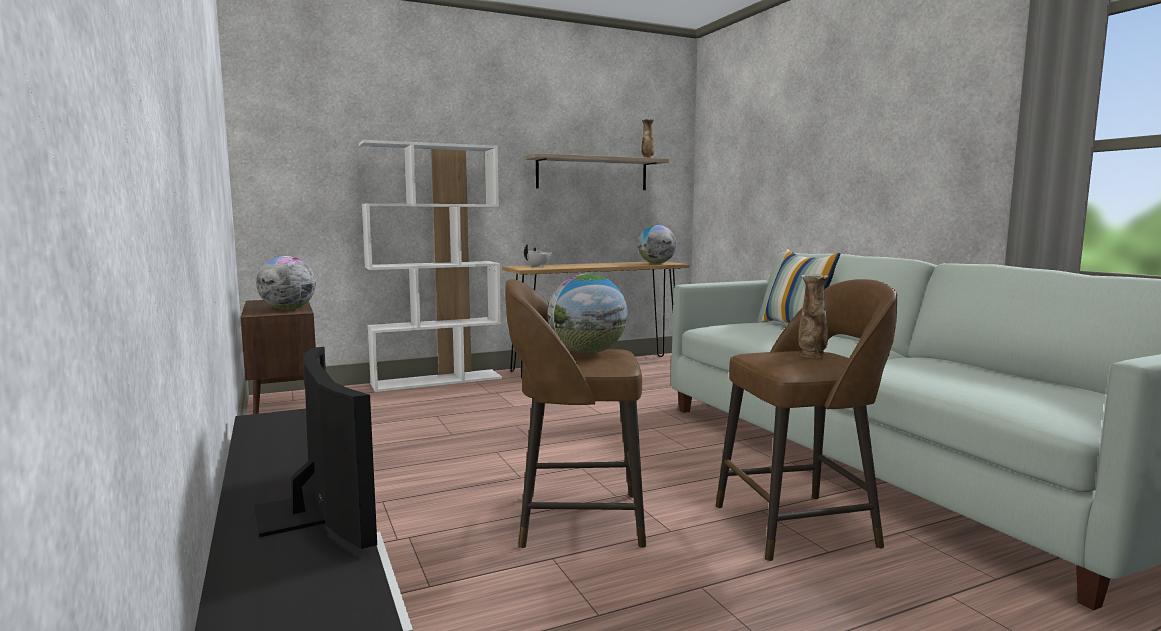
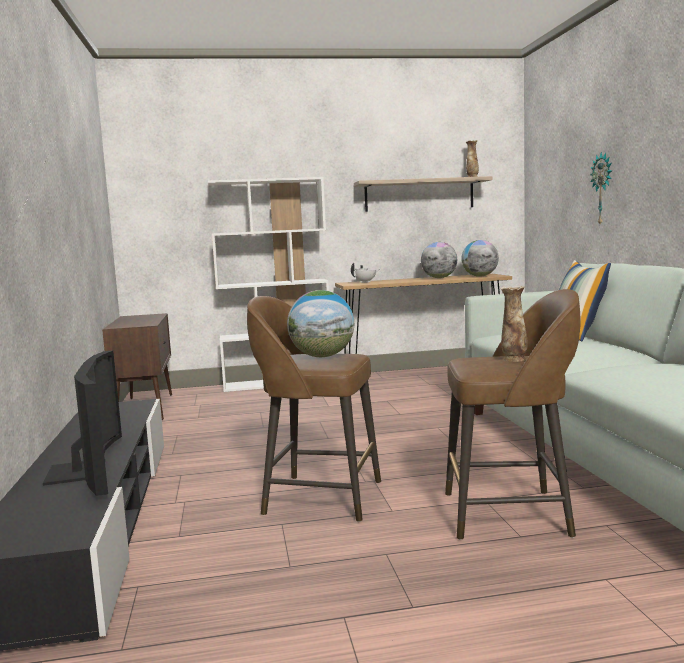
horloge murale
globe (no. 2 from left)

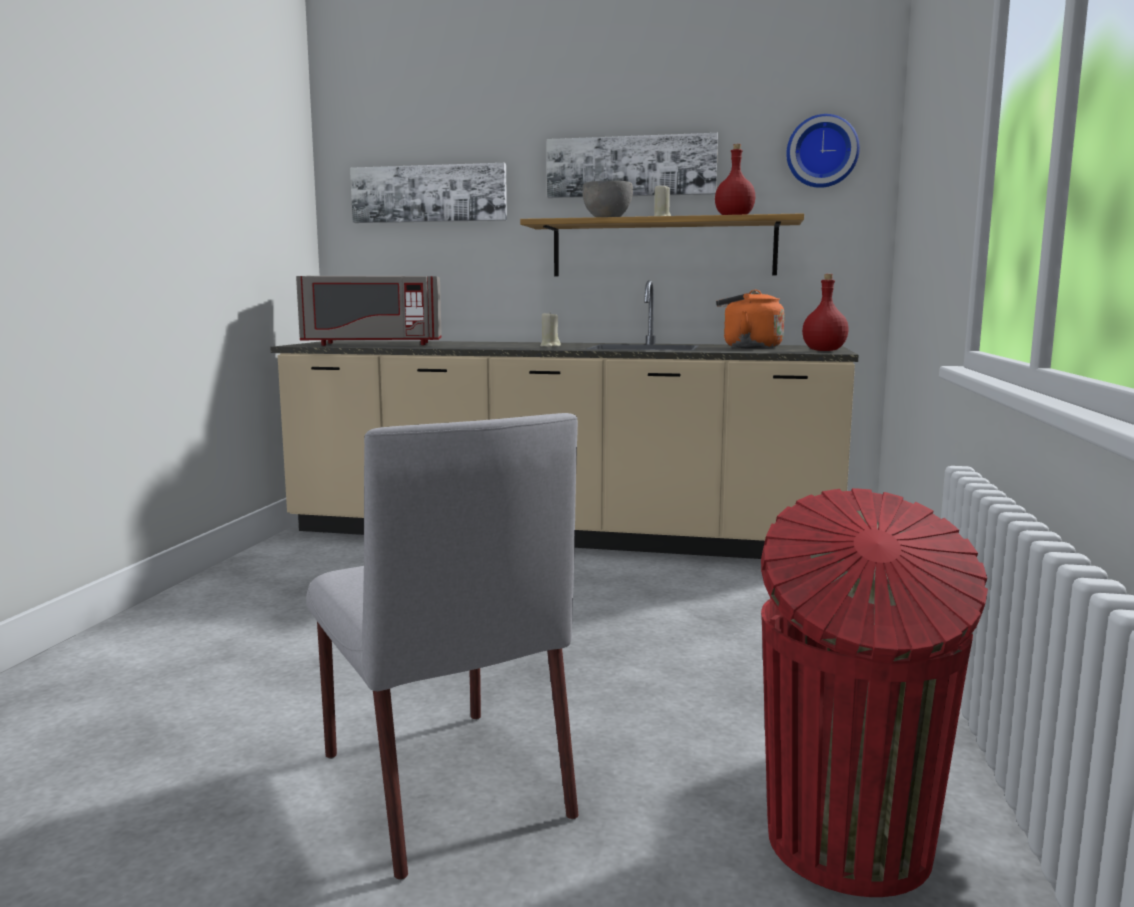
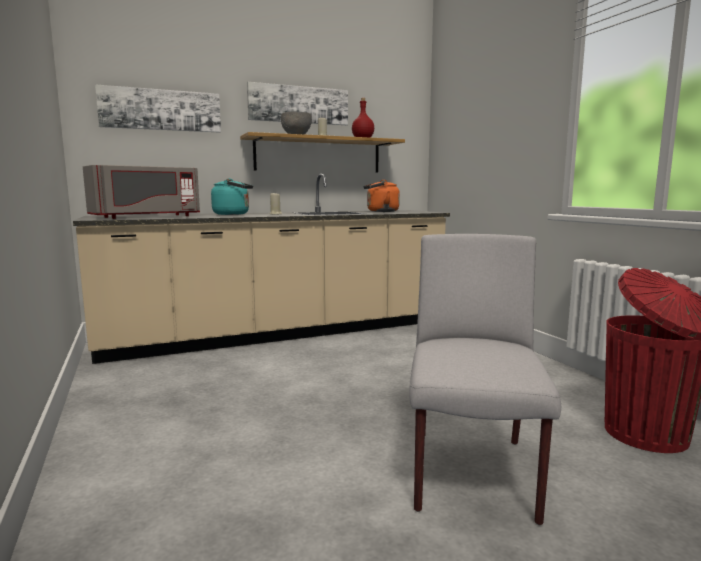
horloge murale
bouteille (rouge) (no. 2 from left in the first image)
bouilloire (turquoise)
chaise (gris)

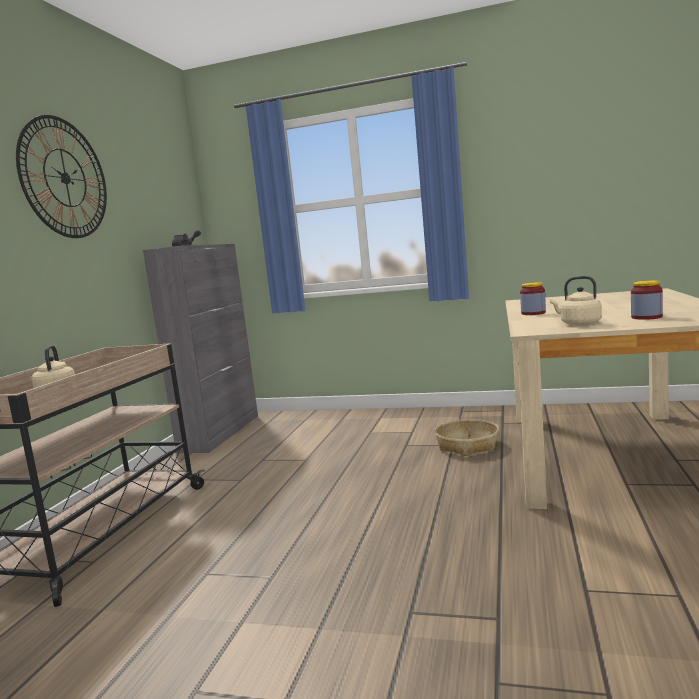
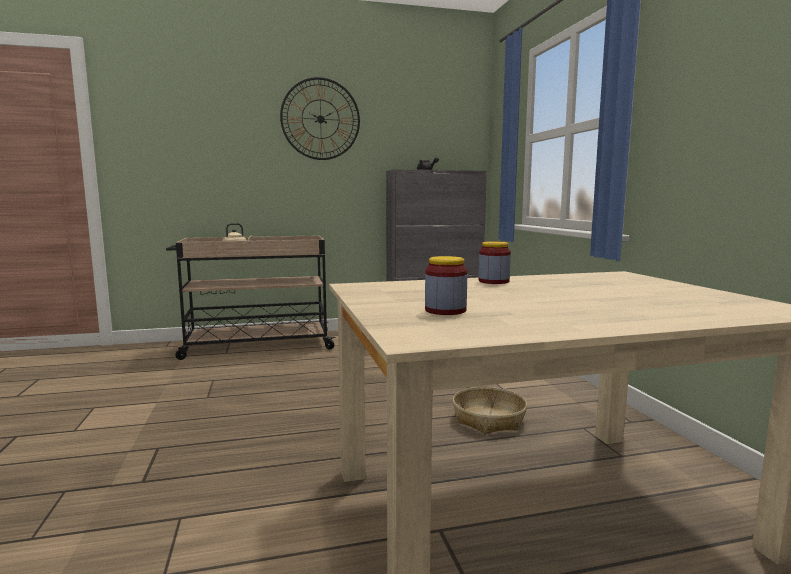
bouilloire (beige) (no. 2 from left in the first image)

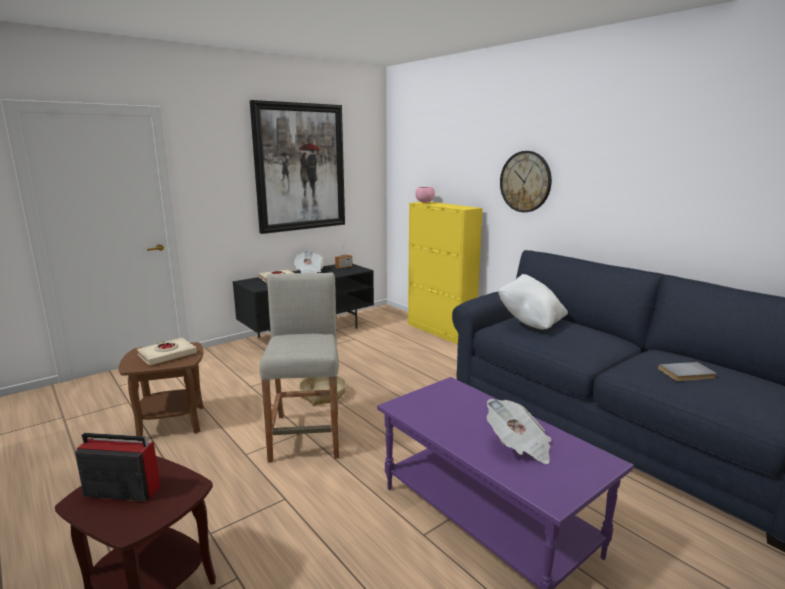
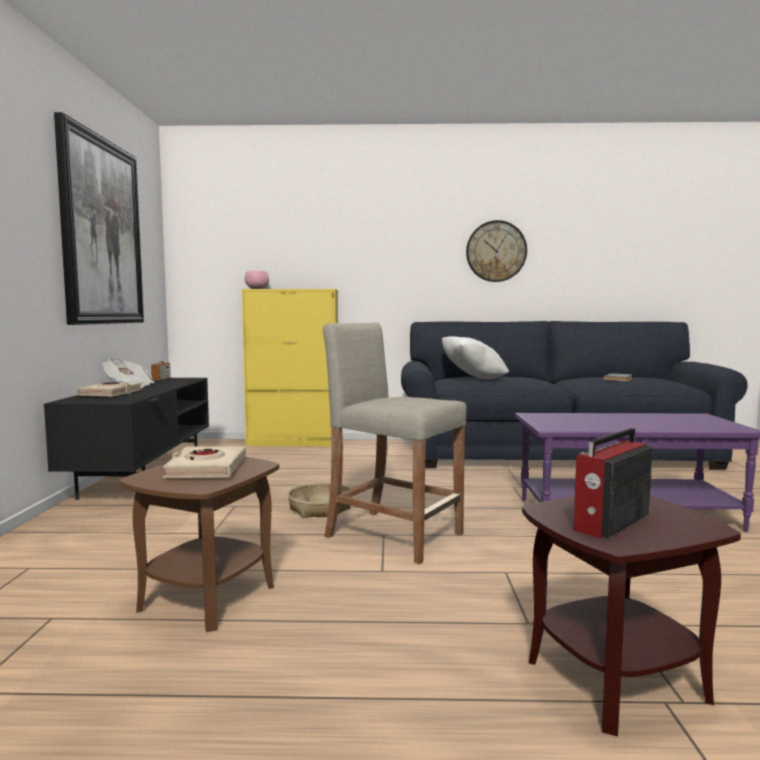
journal (no. 2 from left in the first image)
horloge murale

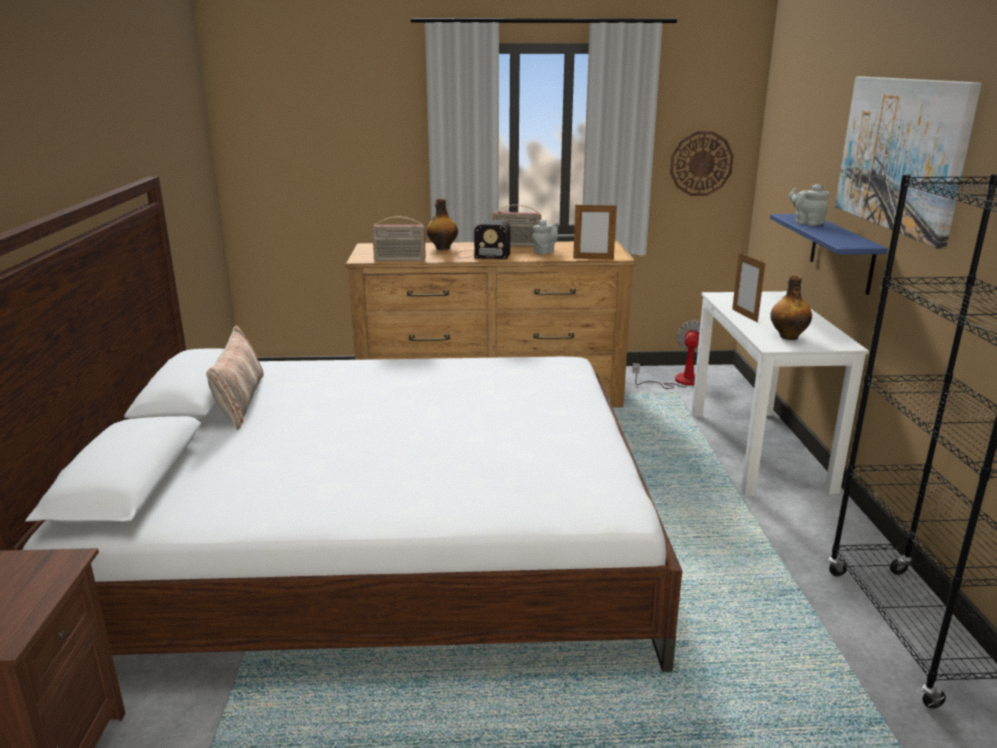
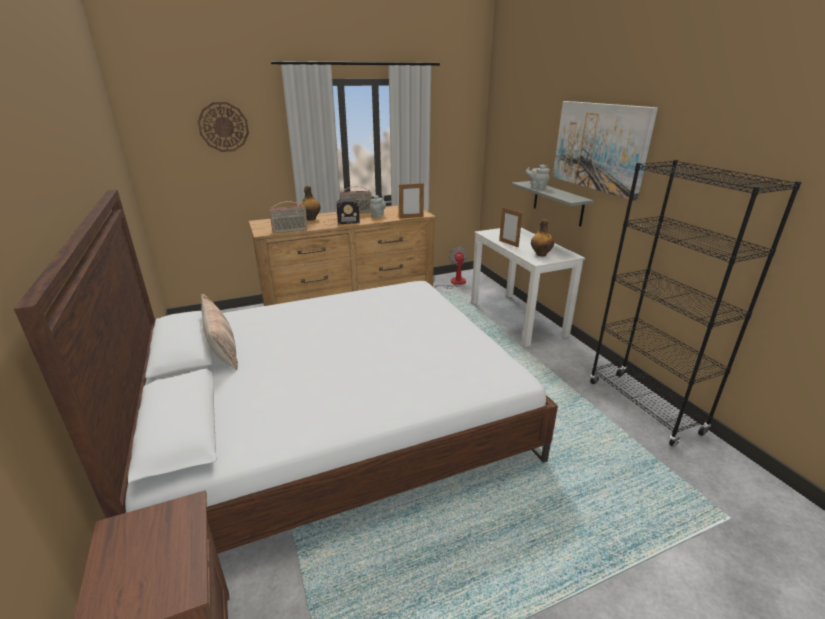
horloge murale
étagère (gris)

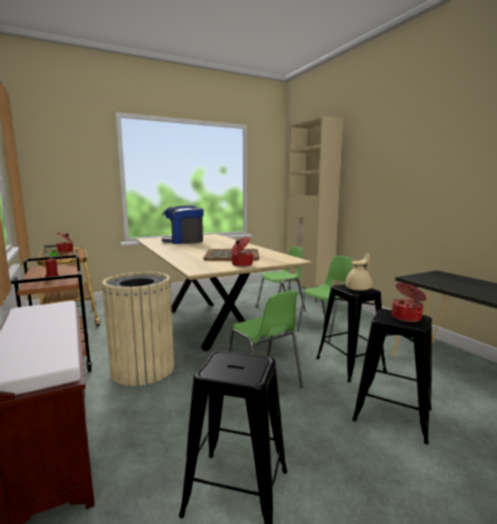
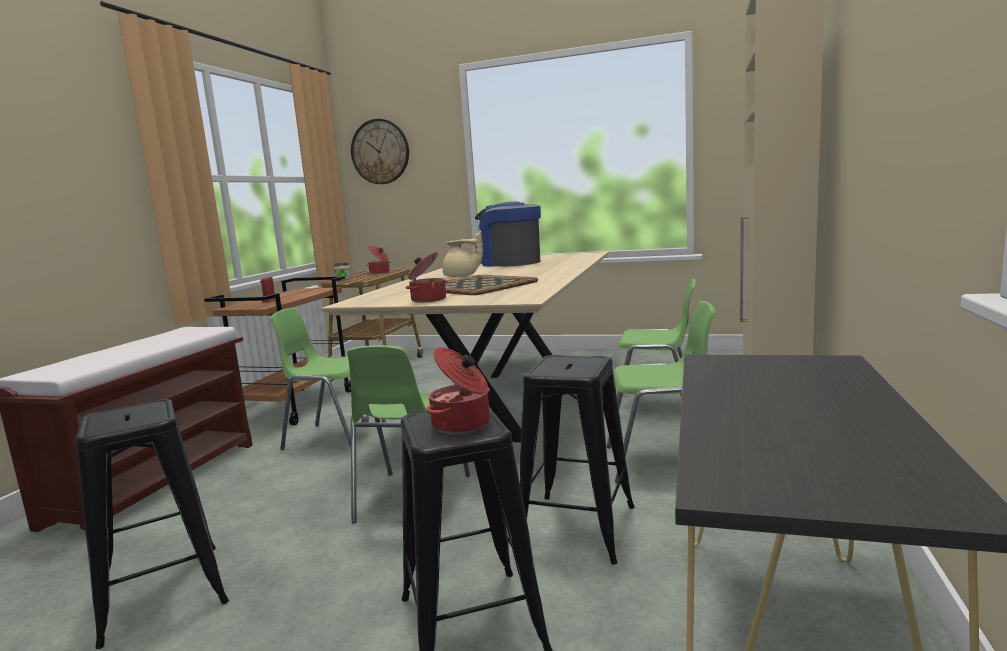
horloge murale
théière (beige)
chaise (vert) (no. 1 from left)

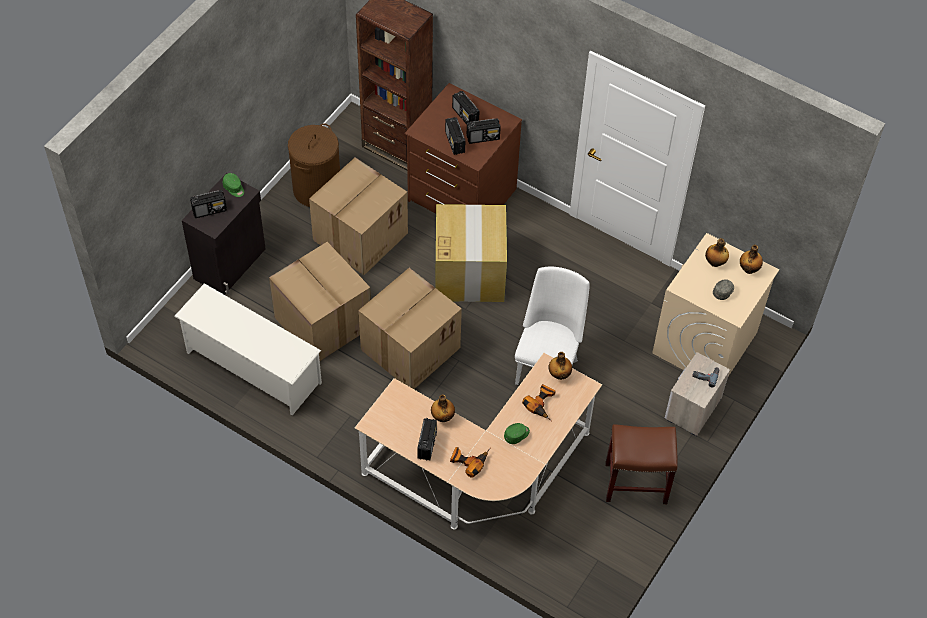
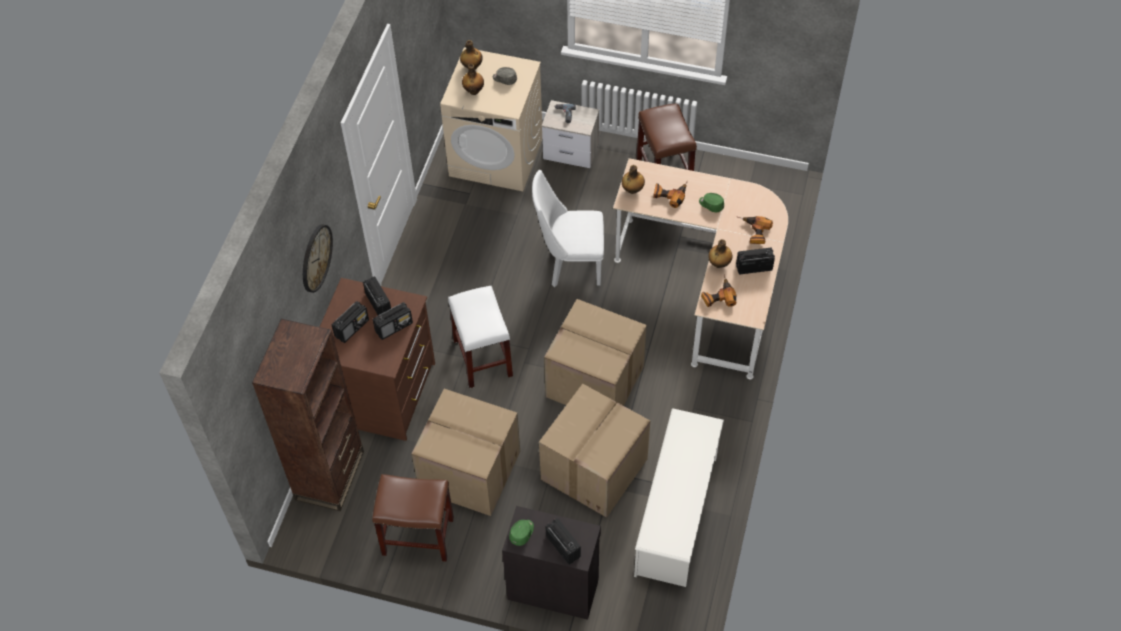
horloge murale
perceuse (no. 3 from left)
tabouret (marron) (no. 1 from left)
tabouret (blanc)

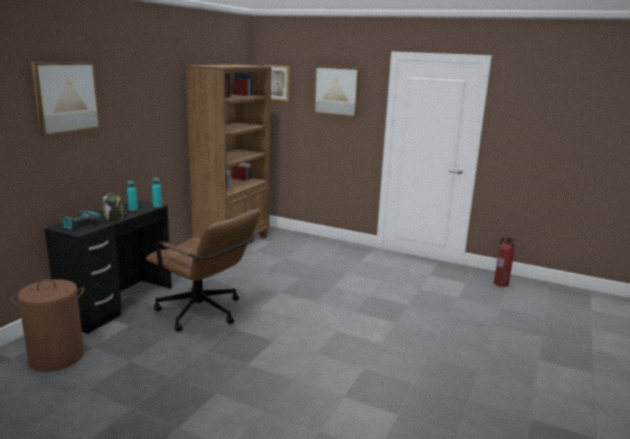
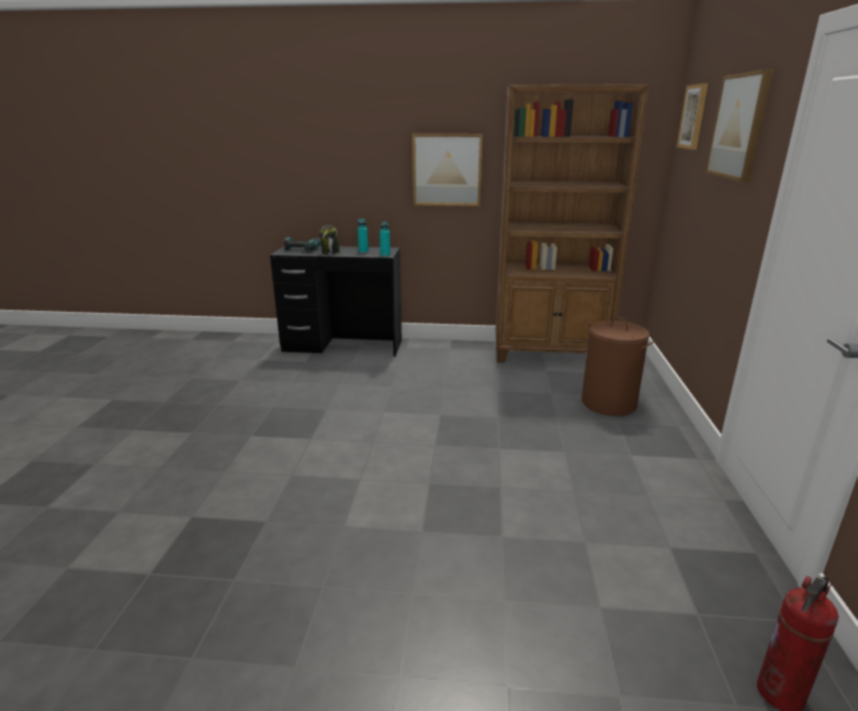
chaise de bureau (marron)
panier à linge (marron)
tableau (no. 1 from left)

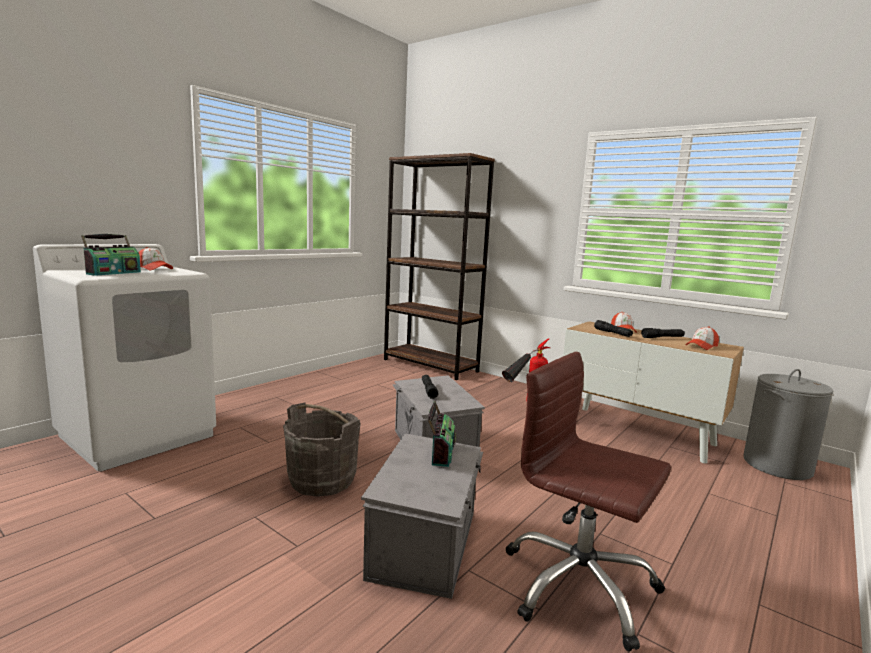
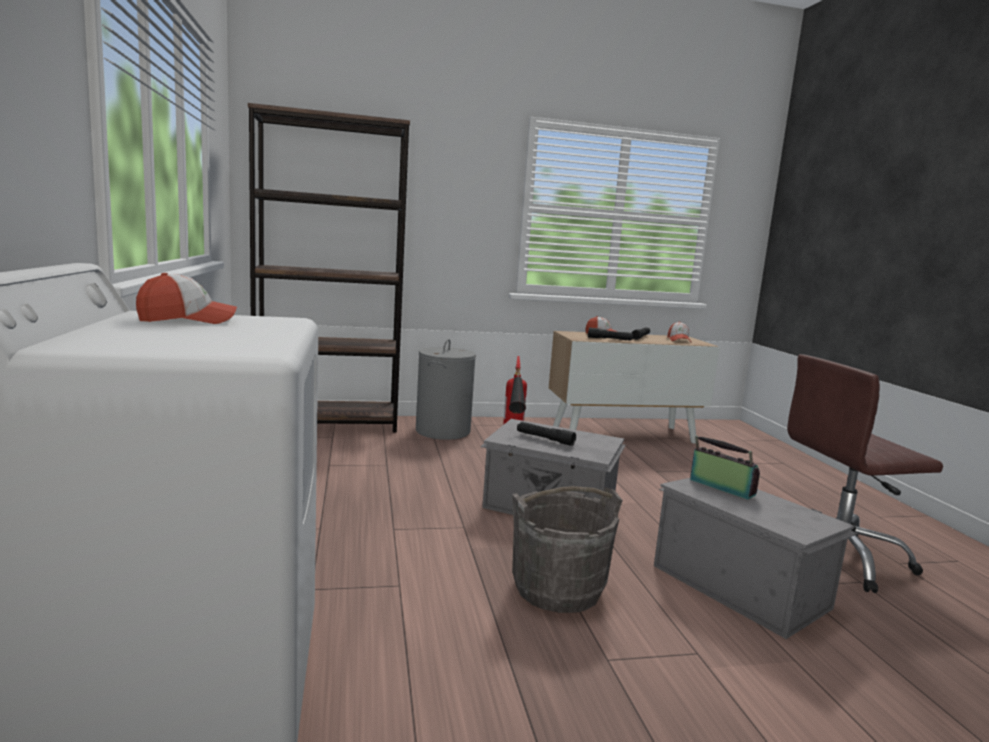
radio (no. 1 from left in the first image)
panier à linge (gris)

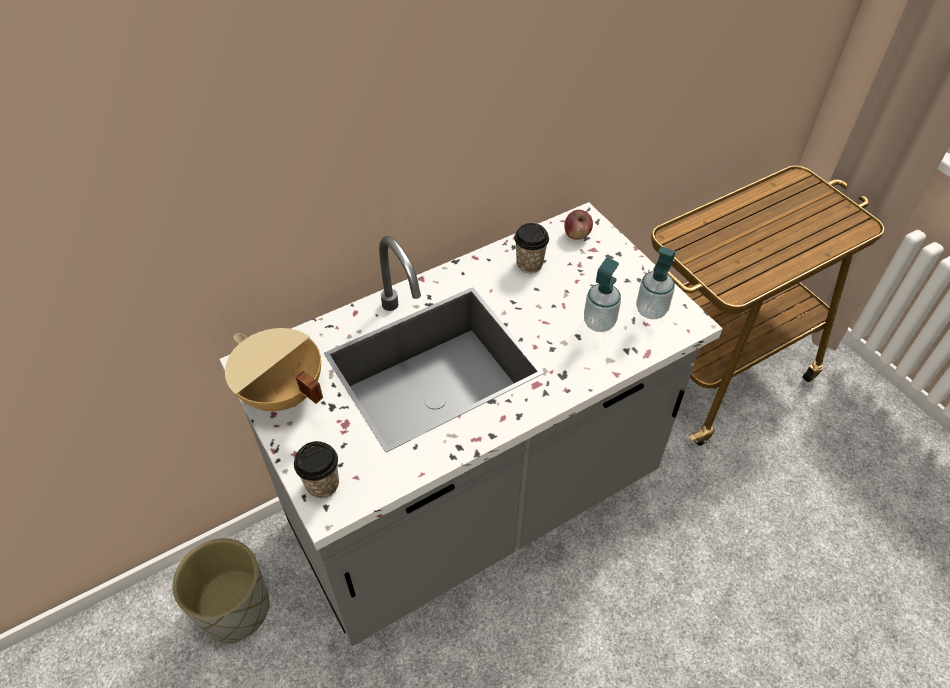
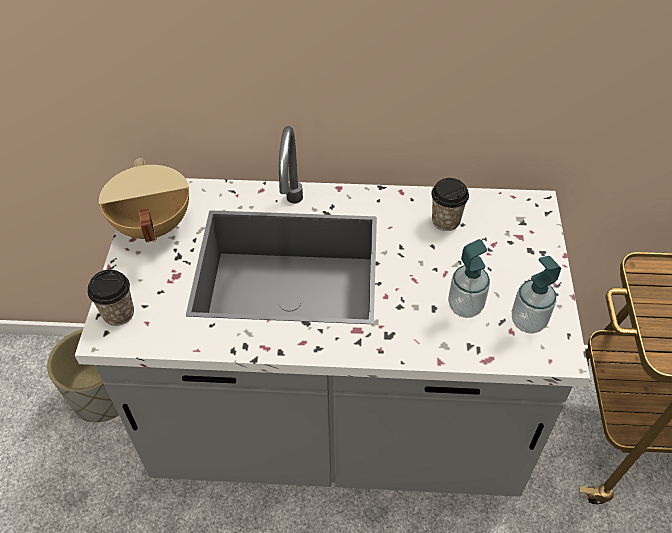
pomme

